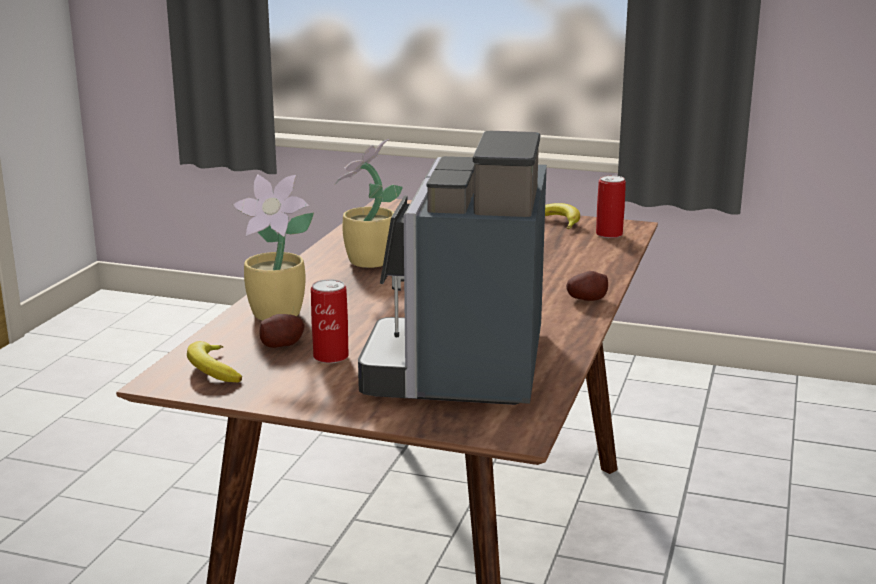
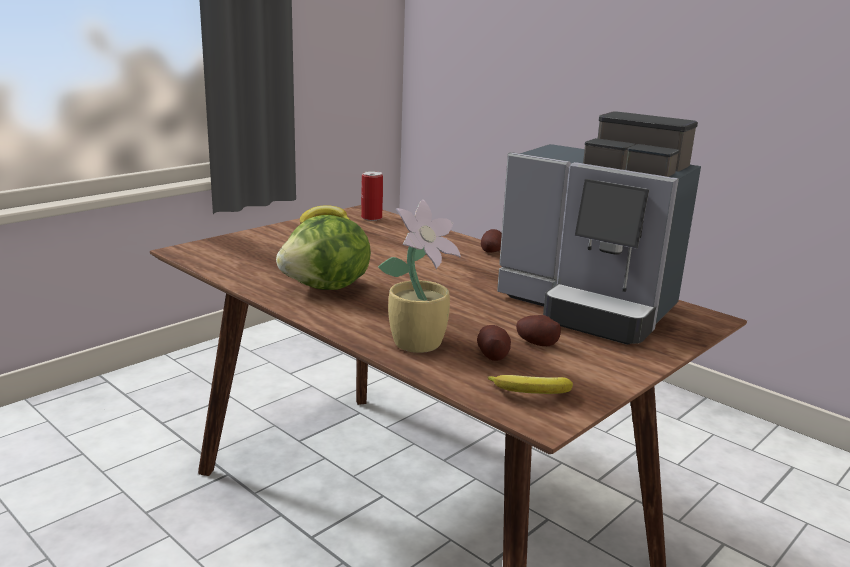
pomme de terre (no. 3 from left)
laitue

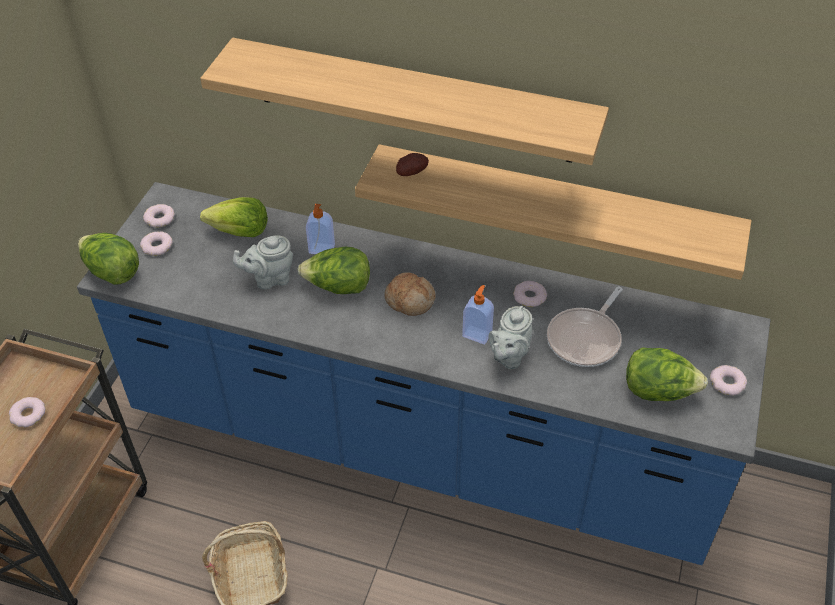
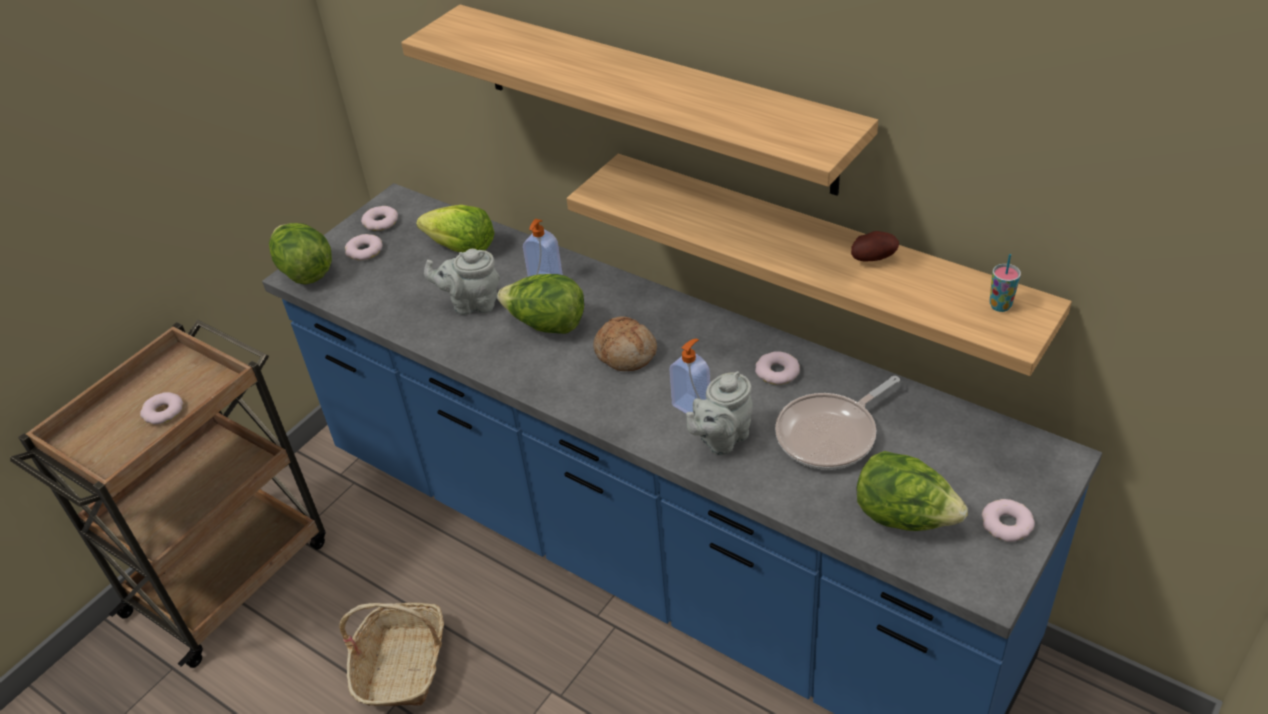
tasse
pomme de terre

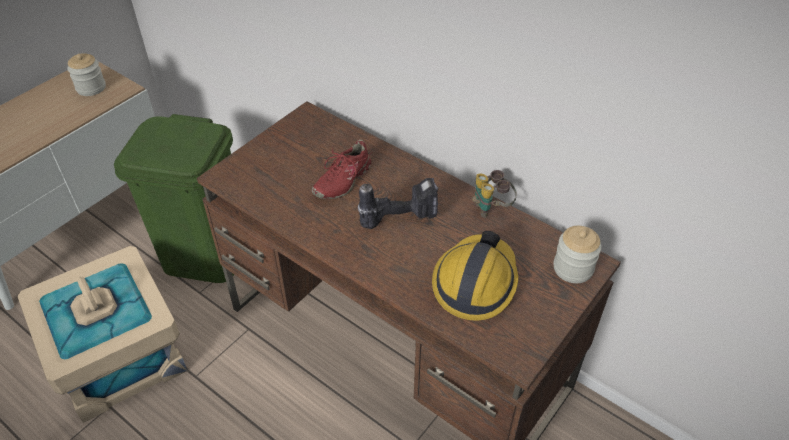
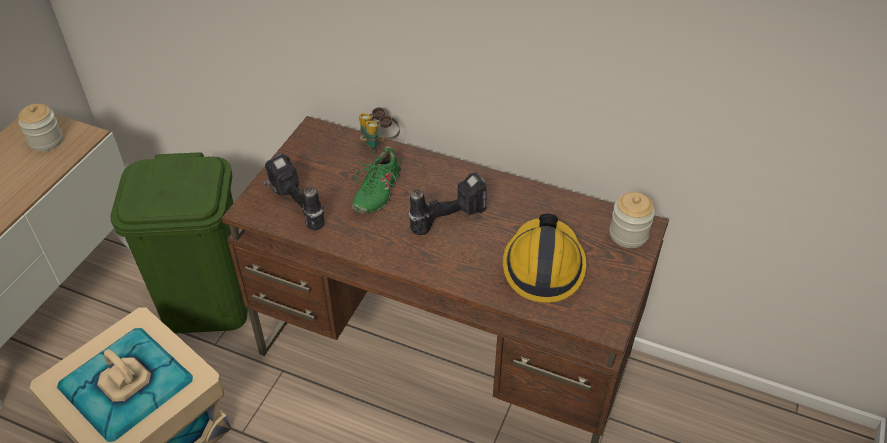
perceuse (no. 1 from left)
jumelles
chaussure (vert)

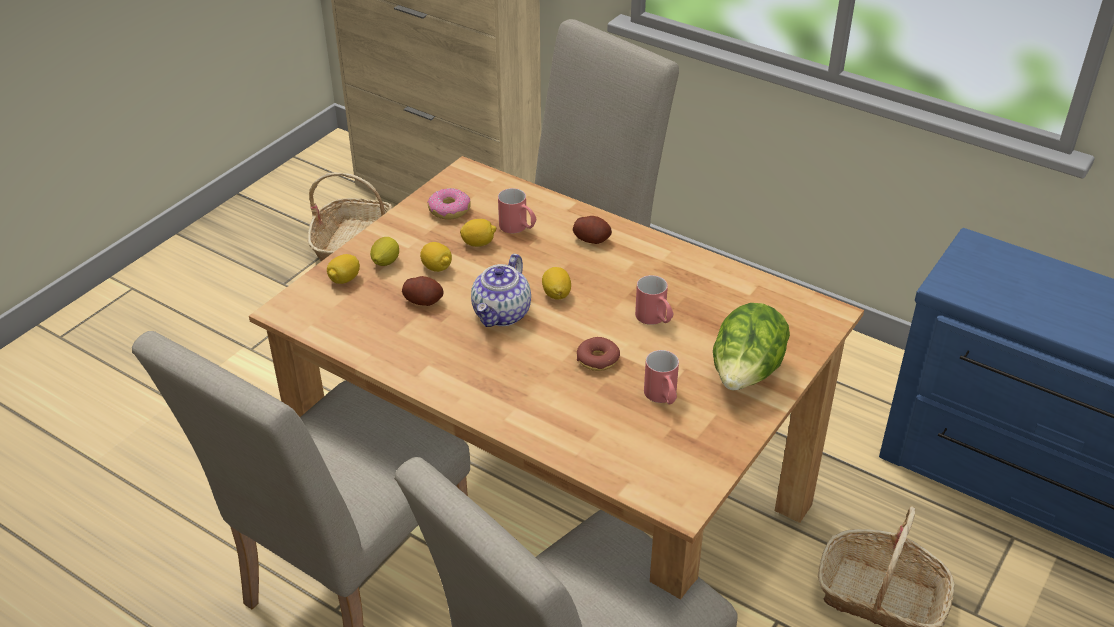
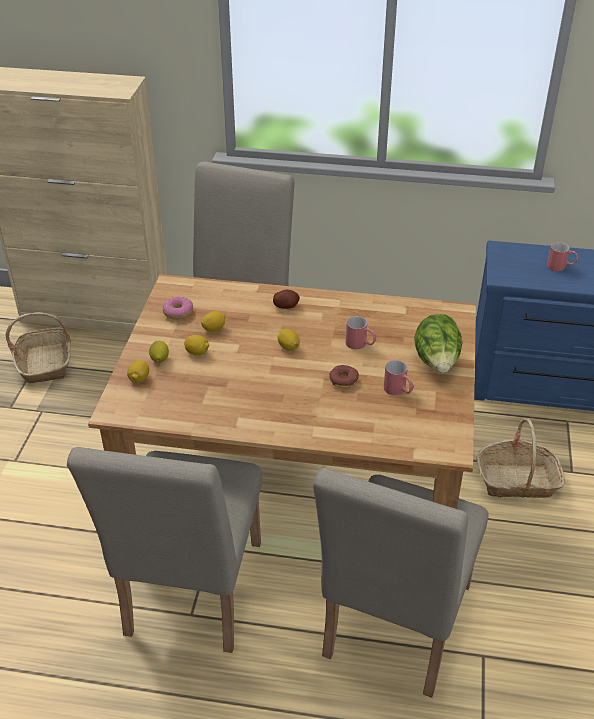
pomme de terre (no. 1 from left in the first image)
théière
mug (rouge) (no. 3 from left)

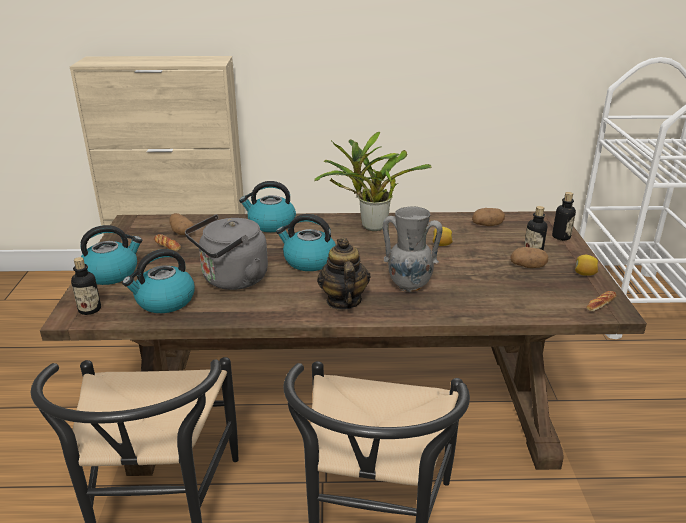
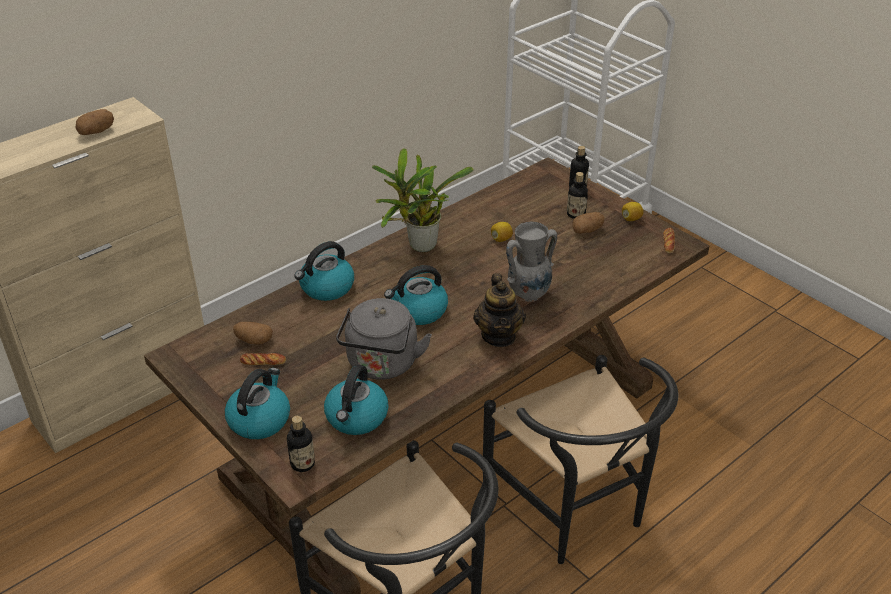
pomme de terre (no. 1 from left)
théière

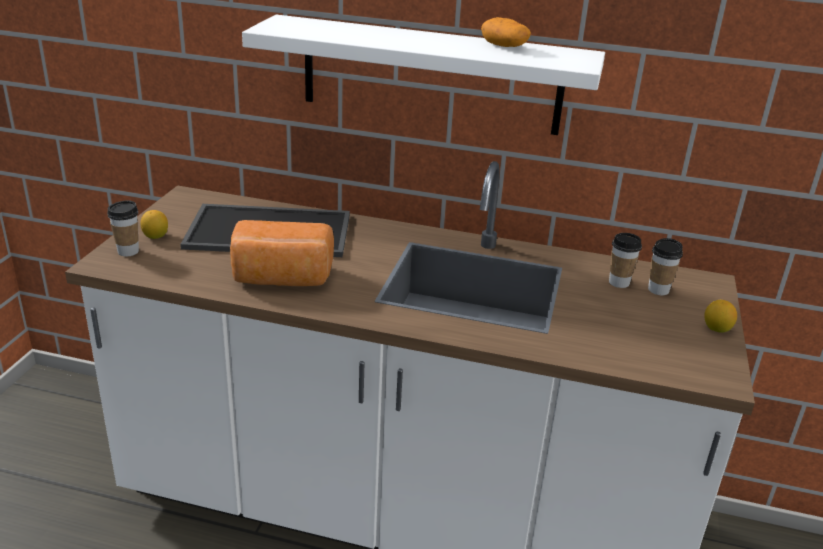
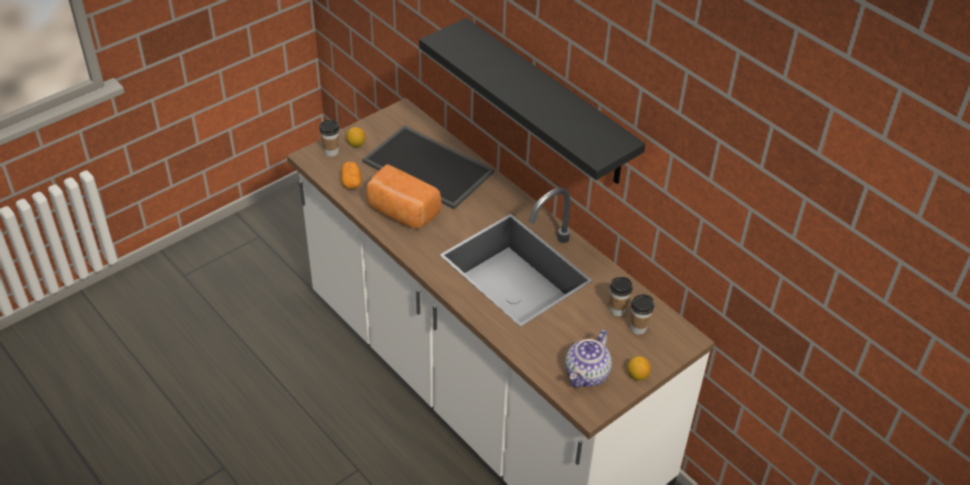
théière
pomme de terre
étagère (noir)

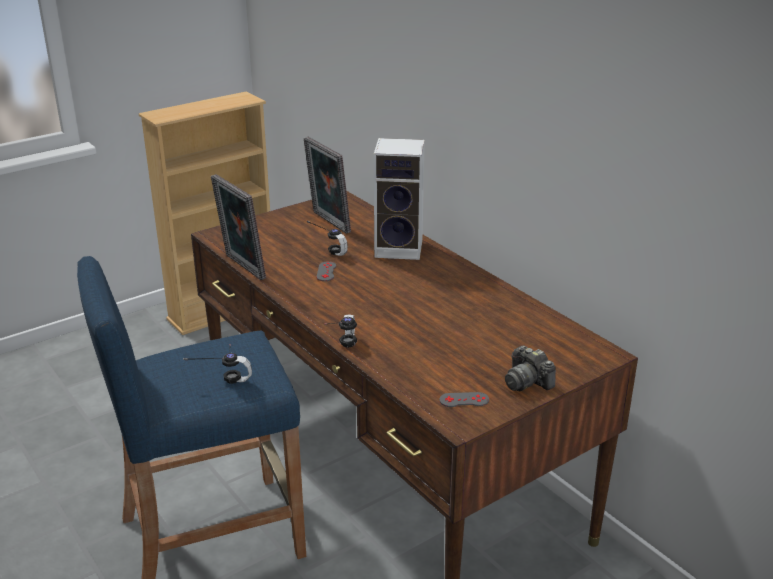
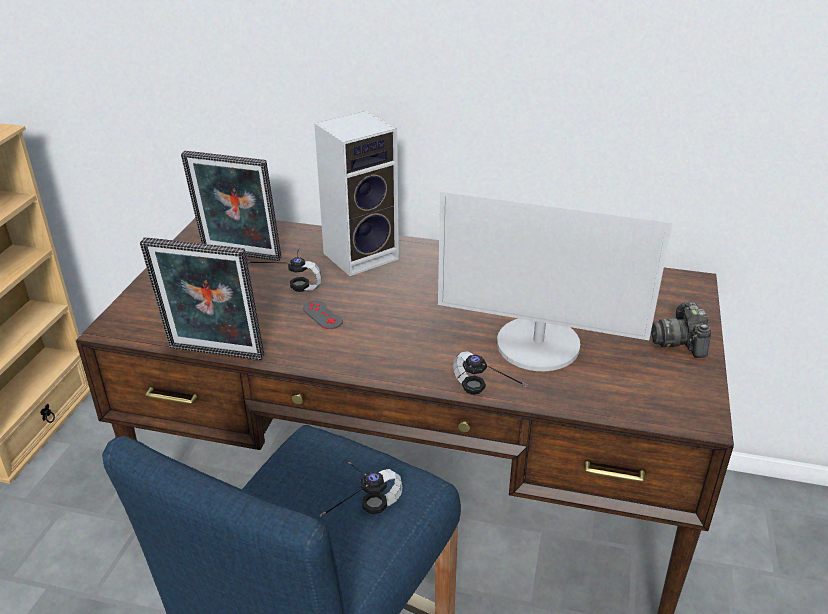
manette (gris) (no. 2 from left in the first image)
écran d'ordinateur
appareil photo

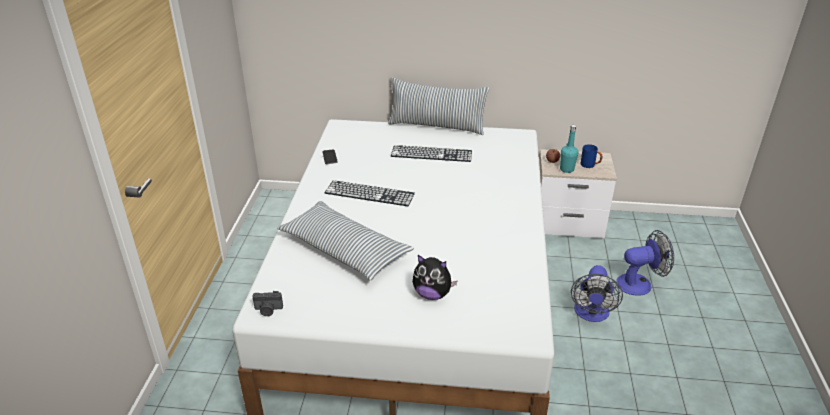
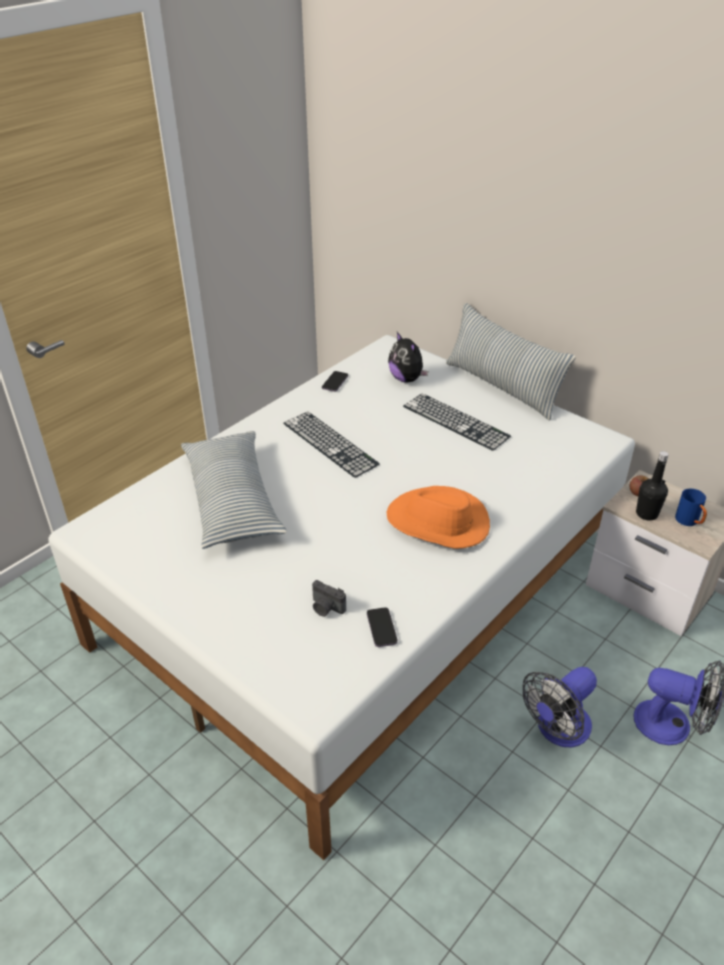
téléphone (no. 2 from left)
chapeau (orange)
appareil photo
peluche
bouteille (noir)

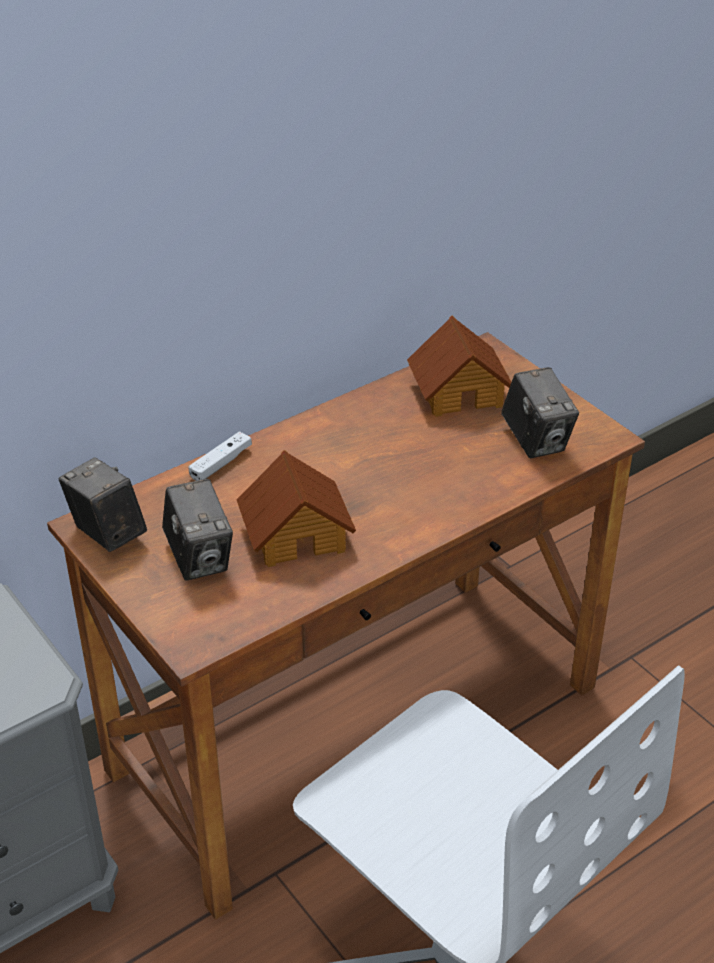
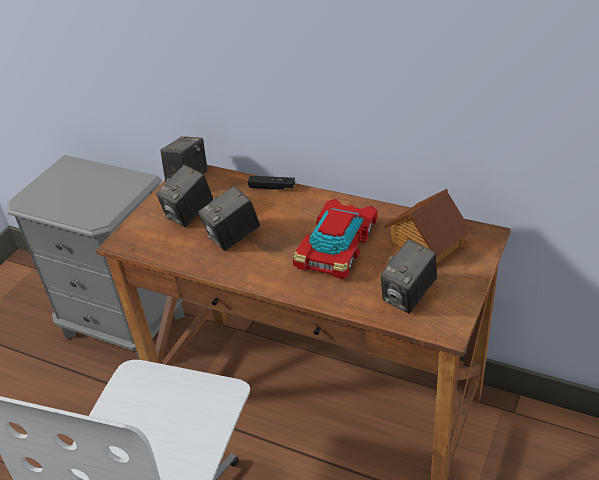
petite voiture
appareil photo (no. 3 from left)
manette (noir)

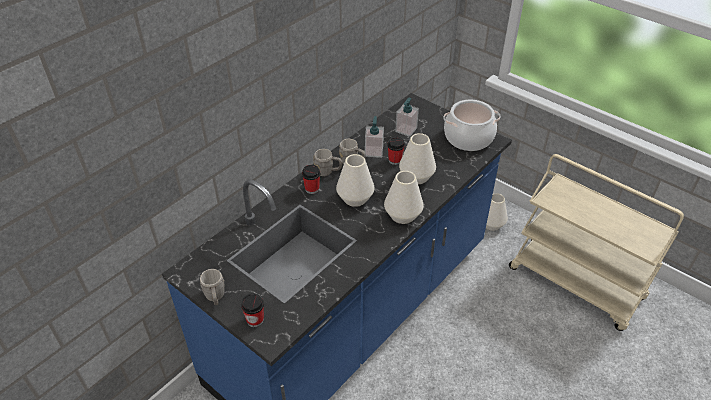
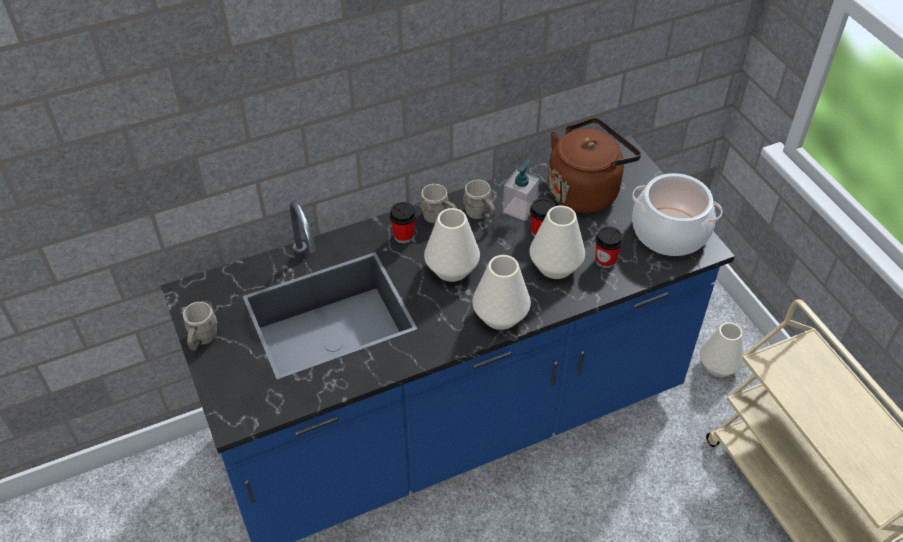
tasse (no. 3 from left)
bouilloire (marron)

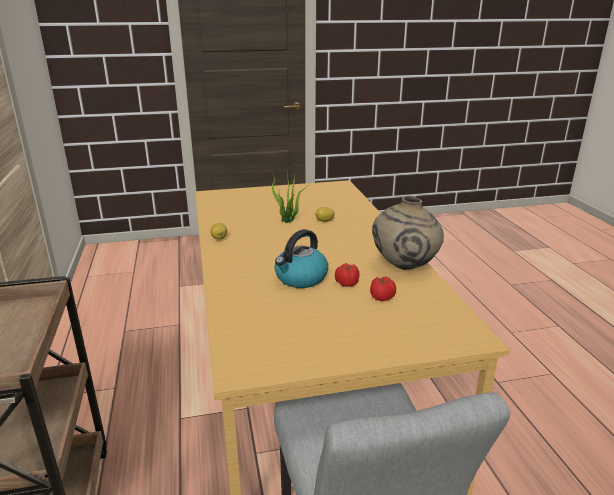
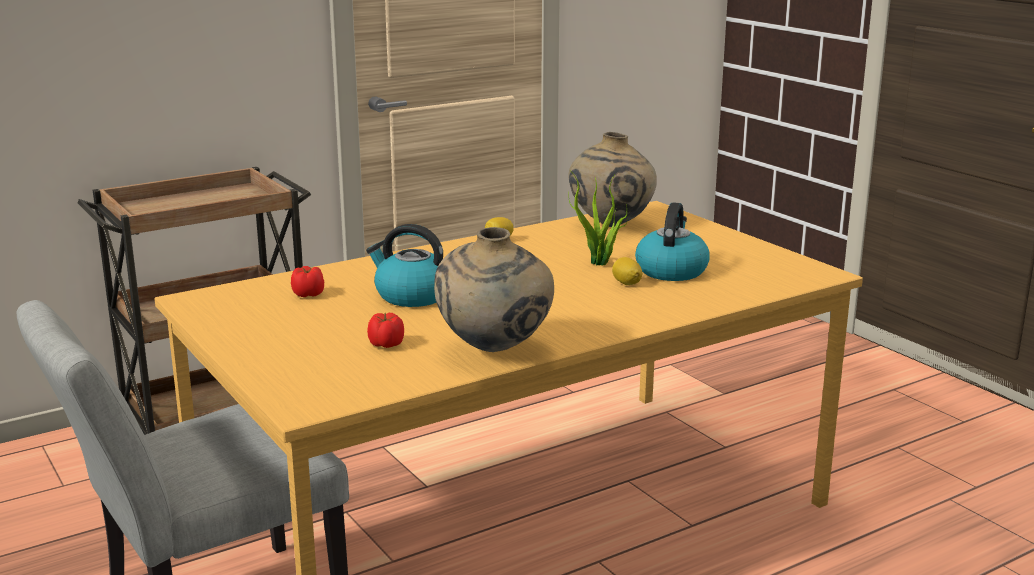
vase (beige) (no. 2 from left)
bouilloire (no. 2 from left)
tomate (no. 1 from left)

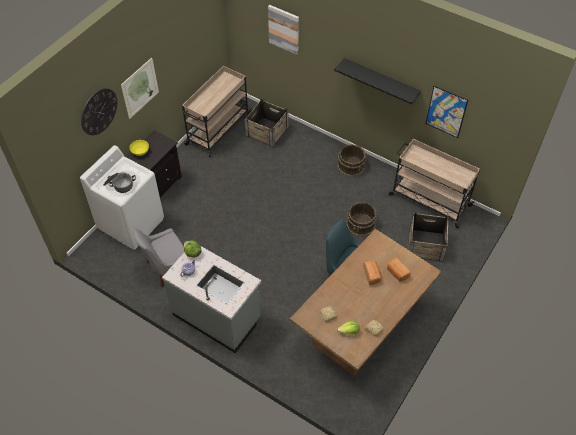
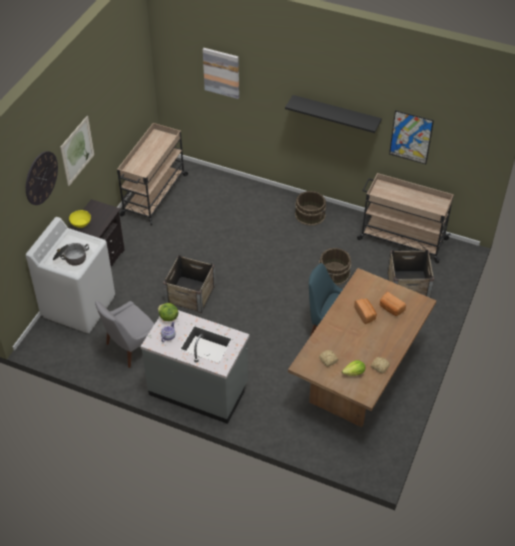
caisse (no. 1 from left)

